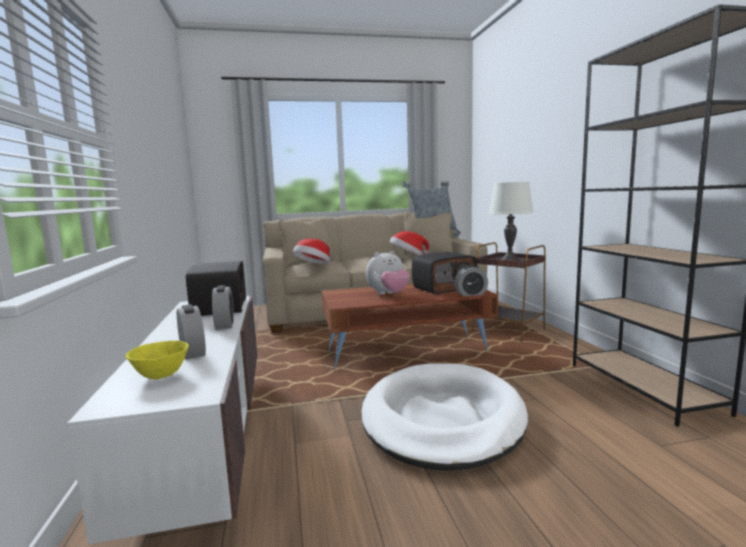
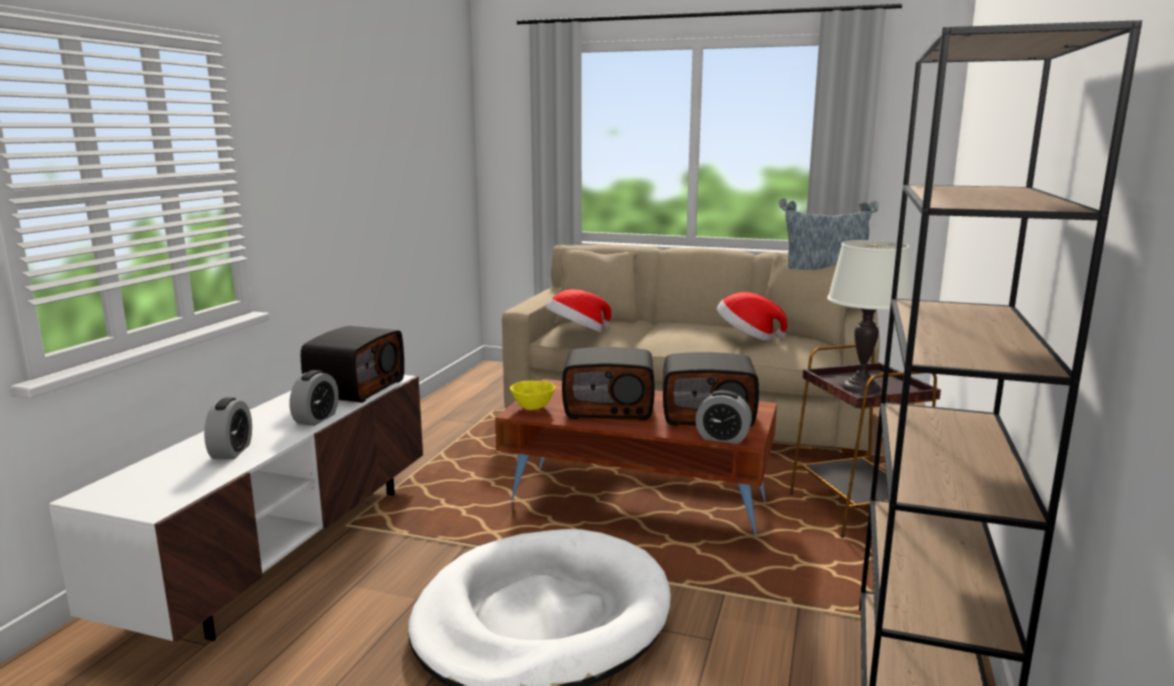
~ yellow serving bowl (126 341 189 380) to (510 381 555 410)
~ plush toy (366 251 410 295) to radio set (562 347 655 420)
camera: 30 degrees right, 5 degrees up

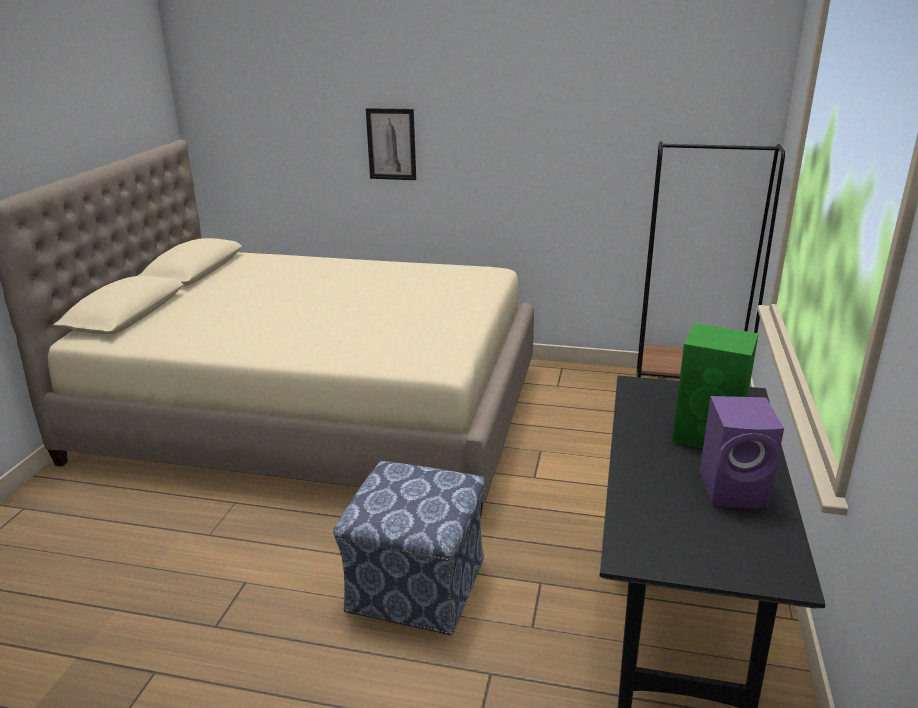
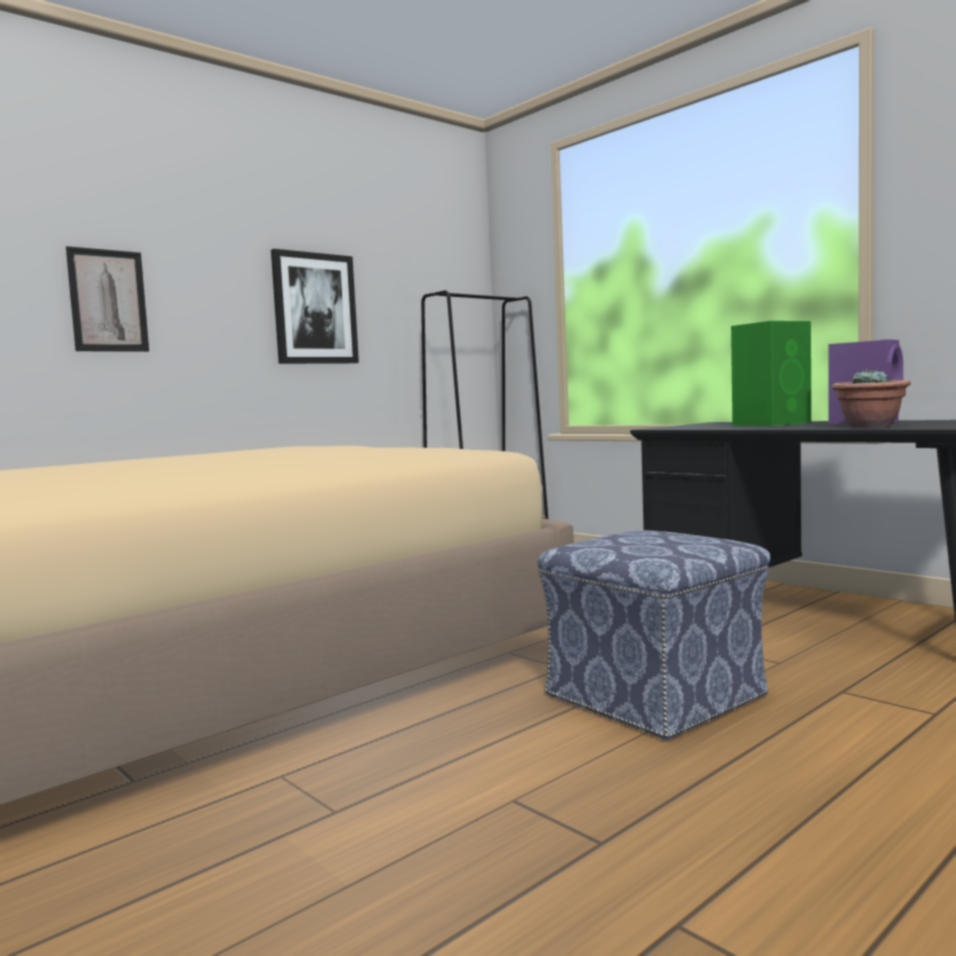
+ wall art (271 249 359 364)
+ houseplant (832 368 911 428)
camera: 55 degrees left, 20 degrees down

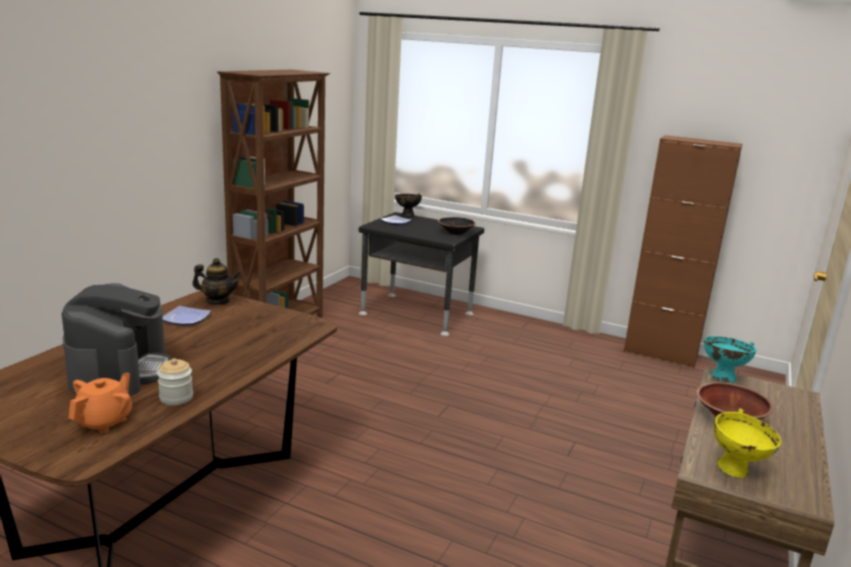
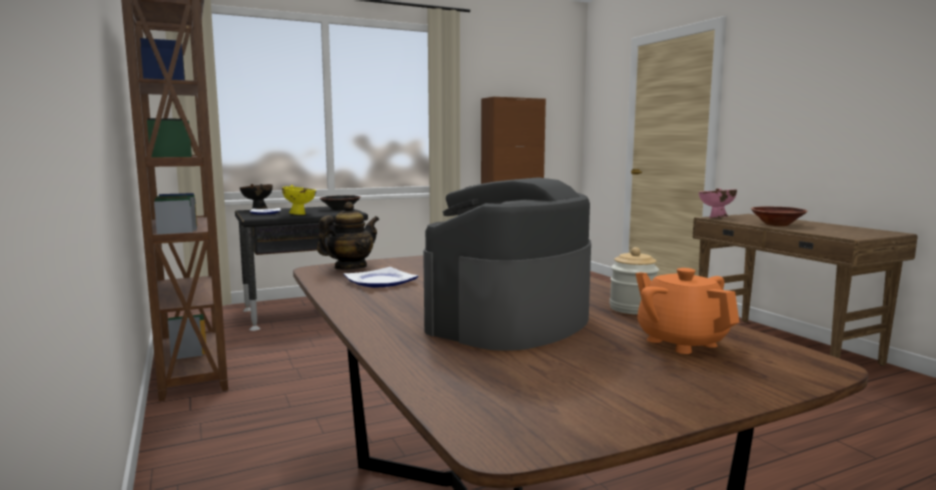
~ yellow serving bowl (714 409 781 478) to (282 185 316 215)
~ coffee brewer (62 283 171 396) = (423 177 591 351) 90 degrees counterclockwise
~ blue-green serving bowl (704 336 756 383) to pink-coloured serving bowl (698 188 737 218)
camera: 50 degrees left, 10 degrees down

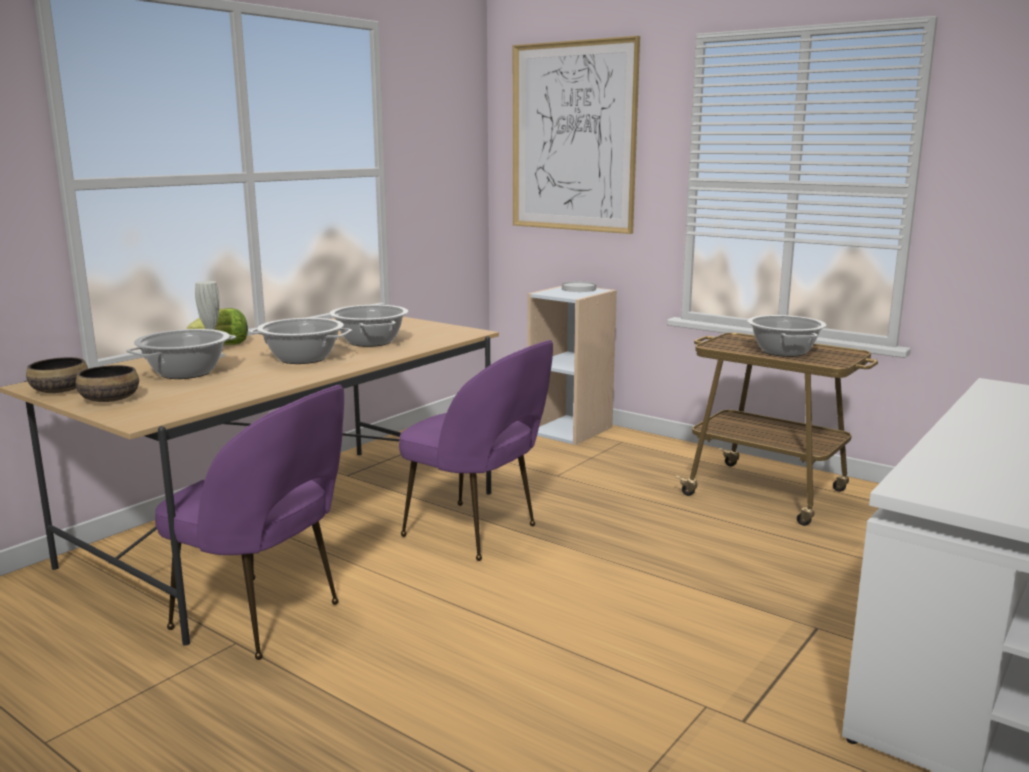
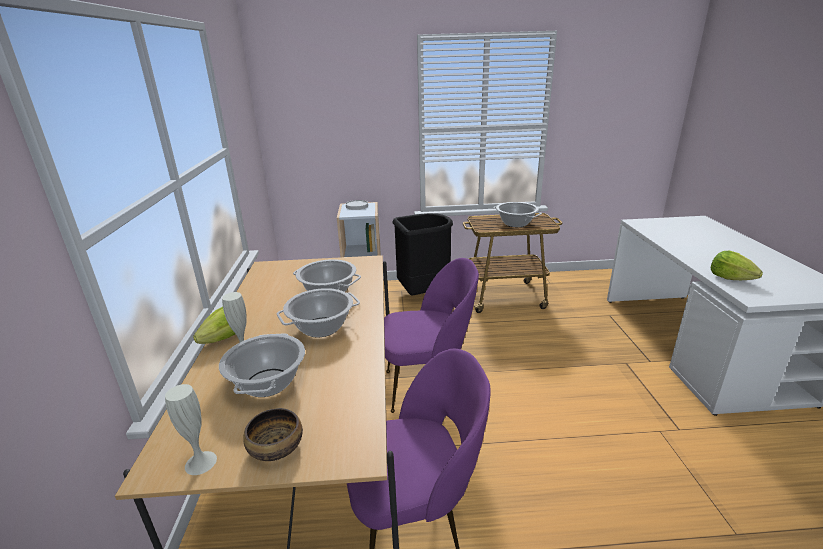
~ serving bowl (26 357 88 393) to whitish decorative vase (165 384 217 475)
+ black-coloured trash can (392 213 453 296)
+ head of lettuce (711 251 763 280)
- wall art (513 36 640 234)
camera: 40 degrees left, 10 degrees up

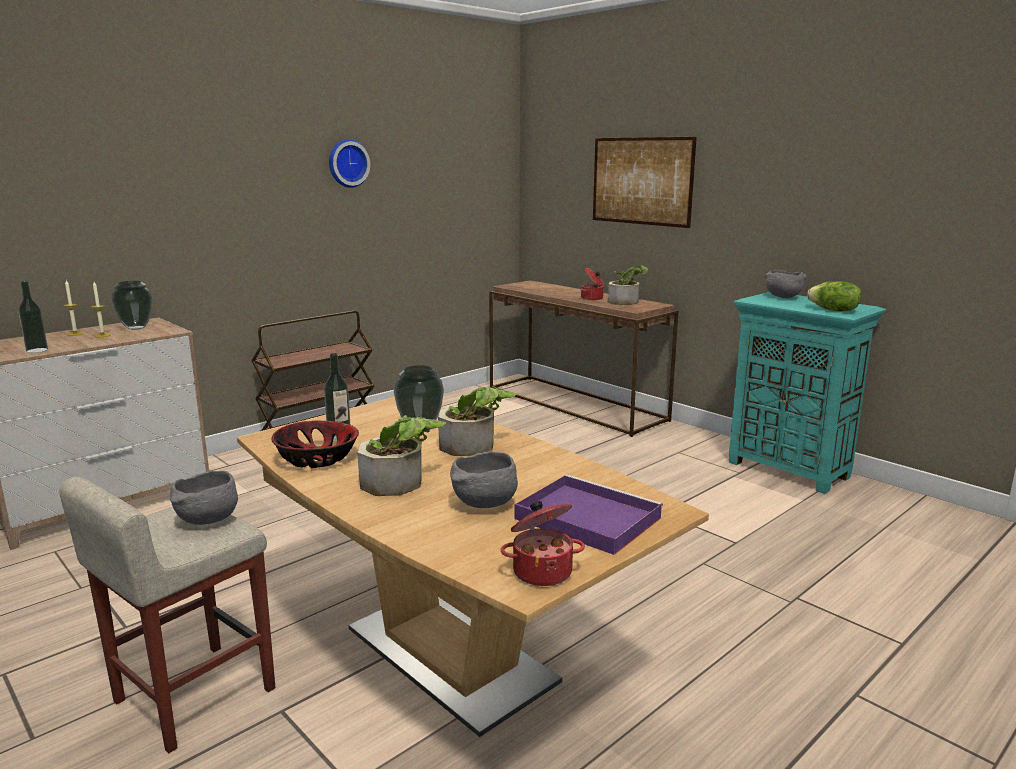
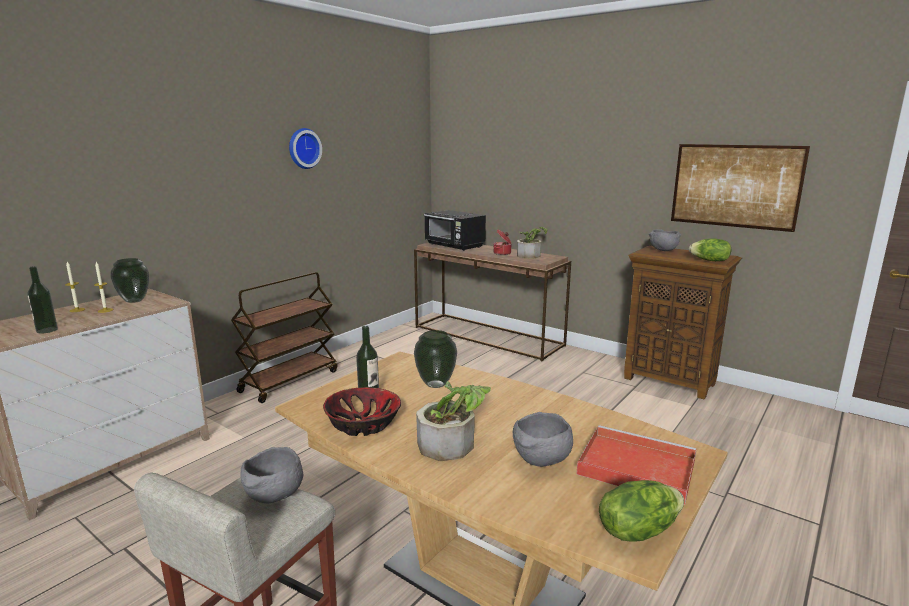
+ black-coloured kitchen microwave (424 210 486 251)
~ purple-coloured carrying tray (514 474 663 555) to red carrying tray (577 425 696 505)
~ saucepot (500 501 585 586) to head of lettuce (599 480 684 542)
~ blue-green cabinet (729 292 886 494) to brown-coloured cabinet (624 246 742 399)
~ wall art (593 137 697 228) to (671 144 810 232)
- houseplant (438 387 517 456)
camera: 10 degrees left, 0 degrees up

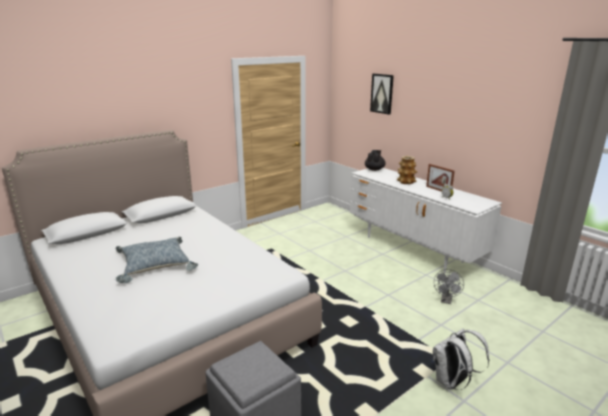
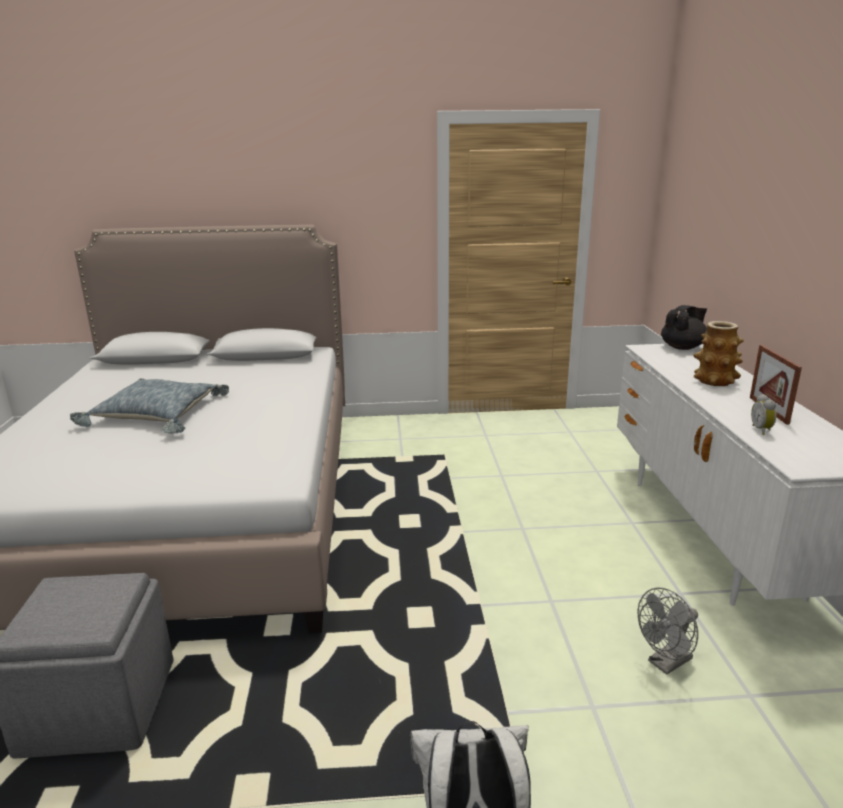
- wall art (370 74 394 115)
camera: 35 degrees right, 0 degrees up

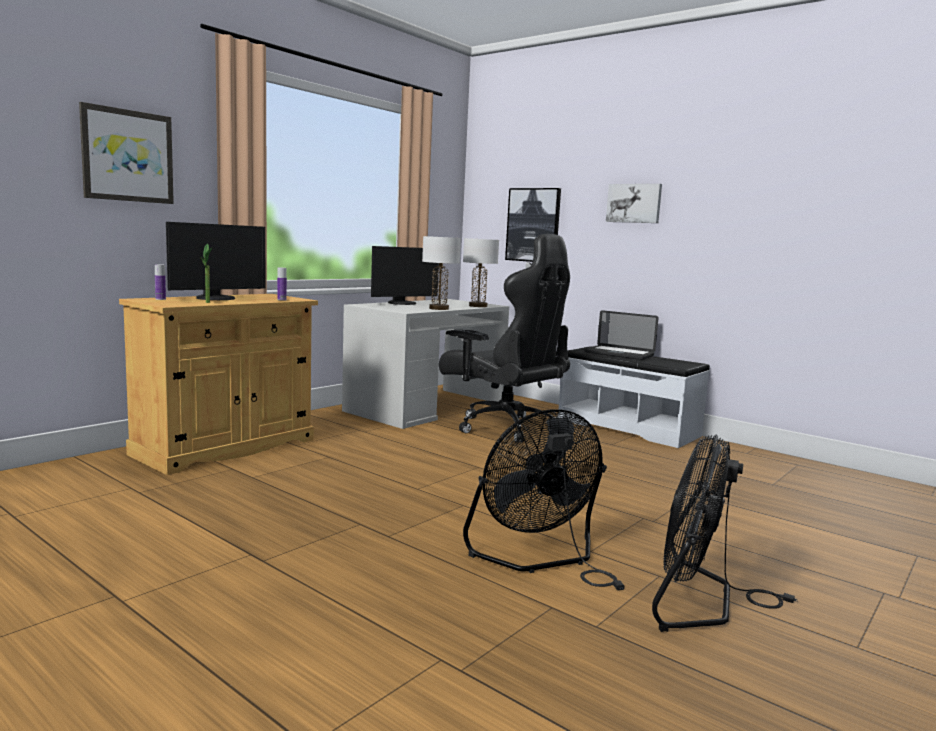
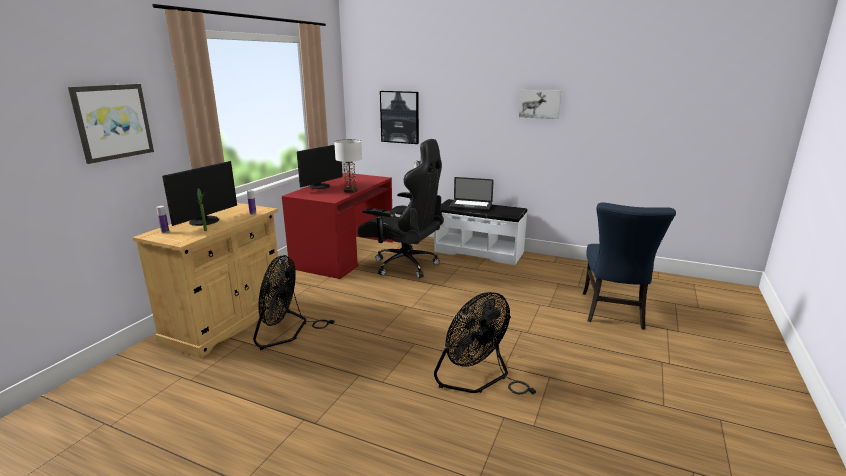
~ black-coloured fan (652 435 798 632) to (253 255 335 350)
~ whitish desk (342 299 509 429) to red desk (282 173 393 279)
~ wall art (606 184 662 223) to (519 90 561 119)
+ blue-coloured upright chair (583 202 676 330)
- table lamp (463 238 499 307)
camera: 15 degrees left, 10 degrees up

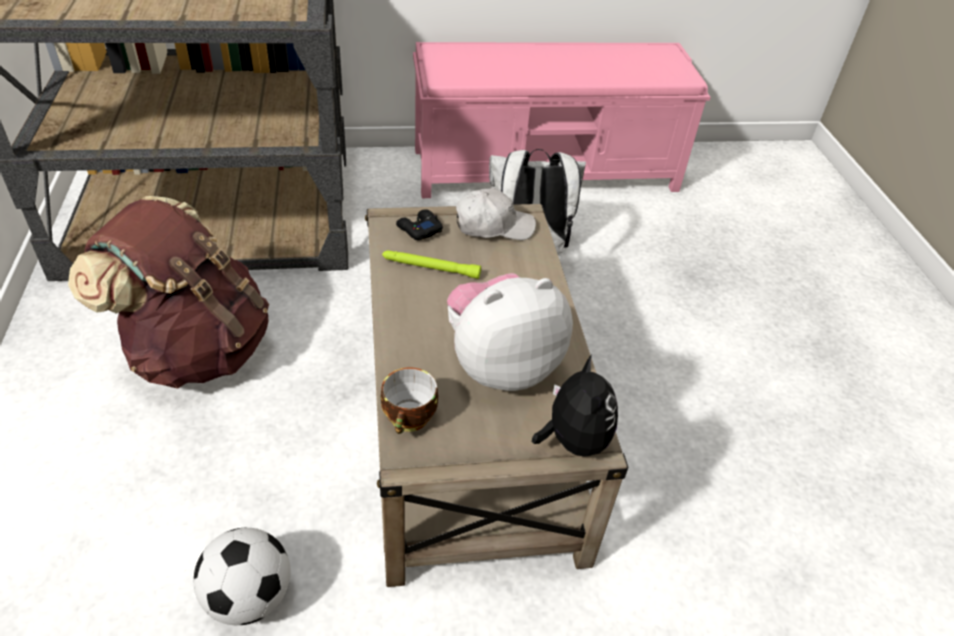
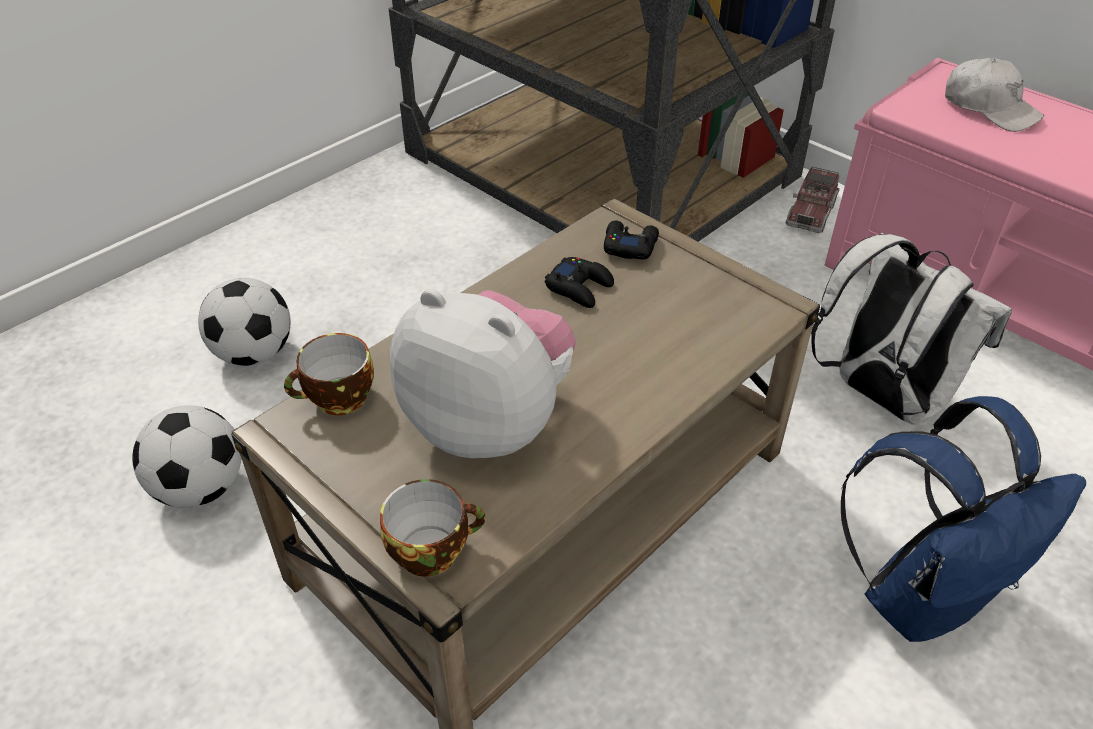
+ football (198 278 291 366)
~ plush toy (532 354 618 457) to small cup (380 479 485 577)
~ green-coloured flashlight (382 250 481 279) to black-coloured joypad (545 257 614 308)
+ toy lorry (786 167 840 233)
+ blue-coloured backpack (841 396 1086 642)
~ whitish baseball cap (456 188 536 240) to (945 58 1044 132)
- brown-coloured backpack (68 196 269 388)
camera: 55 degrees right, 0 degrees up

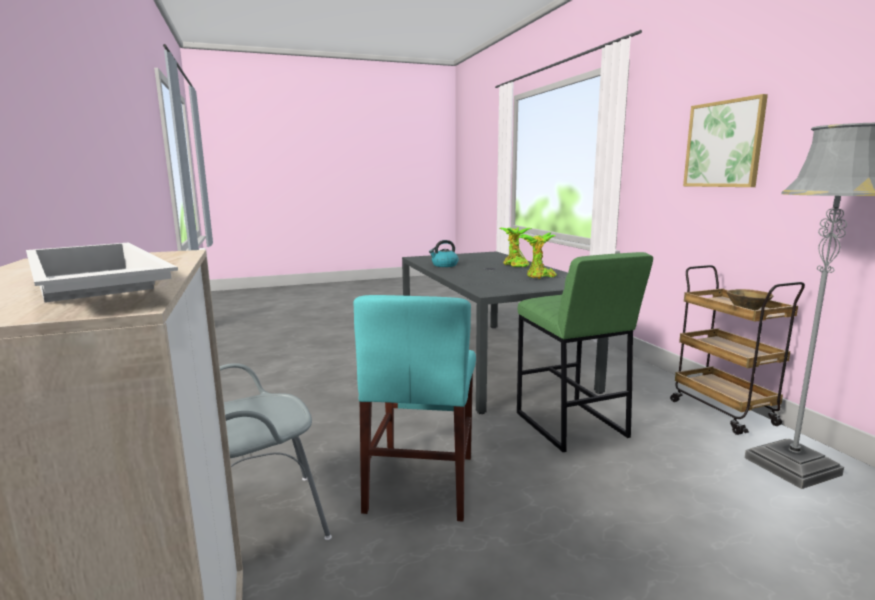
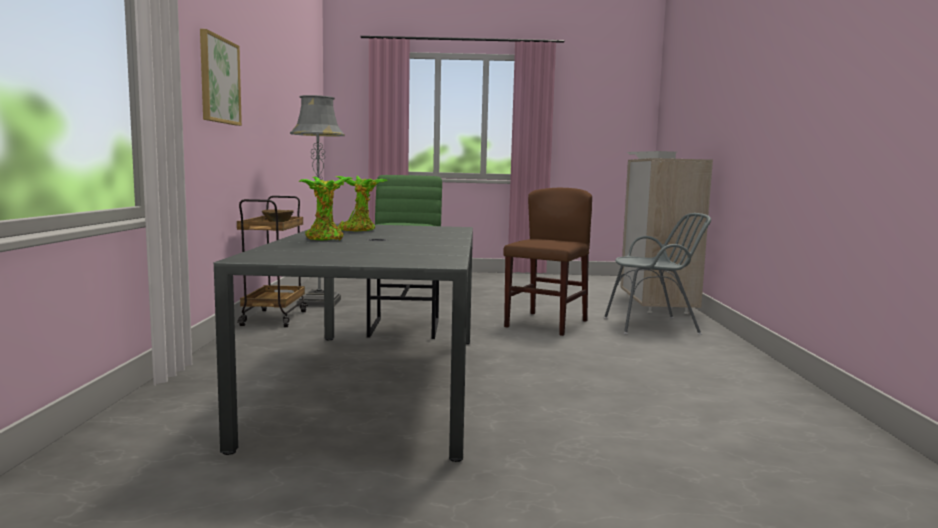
~ blue-green upright chair (354 295 476 522) to brown-coloured upright chair (503 188 592 336)
- kettle (429 240 458 267)
camera: 160 degrees left, 5 degrees down

